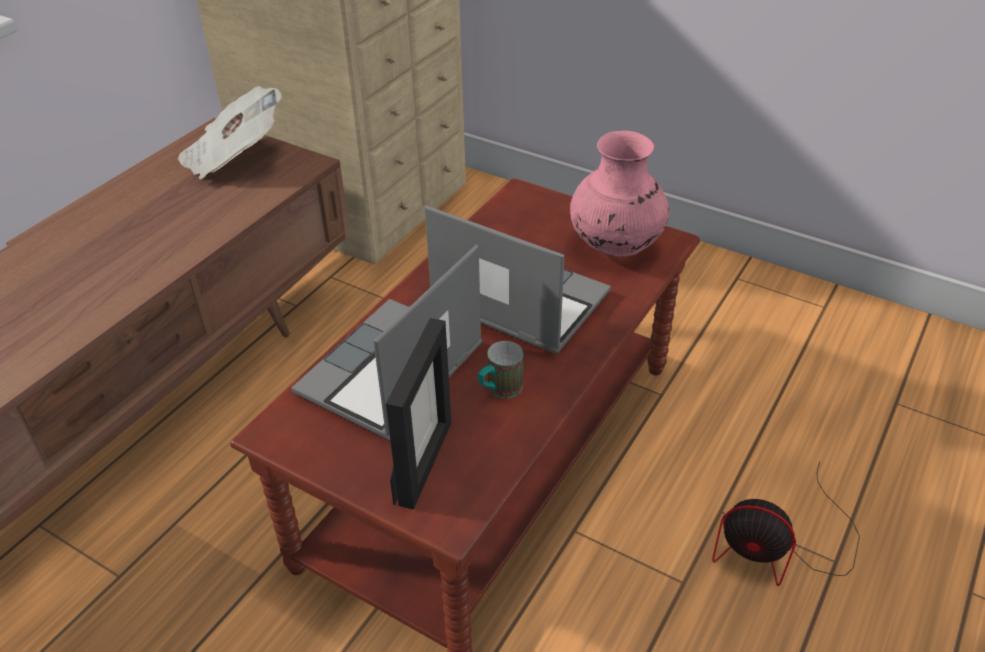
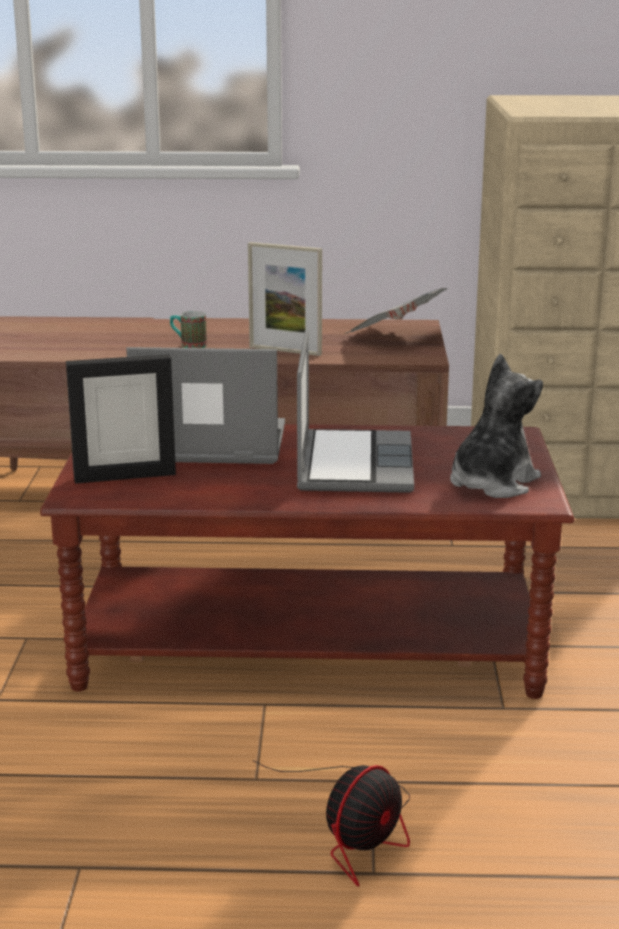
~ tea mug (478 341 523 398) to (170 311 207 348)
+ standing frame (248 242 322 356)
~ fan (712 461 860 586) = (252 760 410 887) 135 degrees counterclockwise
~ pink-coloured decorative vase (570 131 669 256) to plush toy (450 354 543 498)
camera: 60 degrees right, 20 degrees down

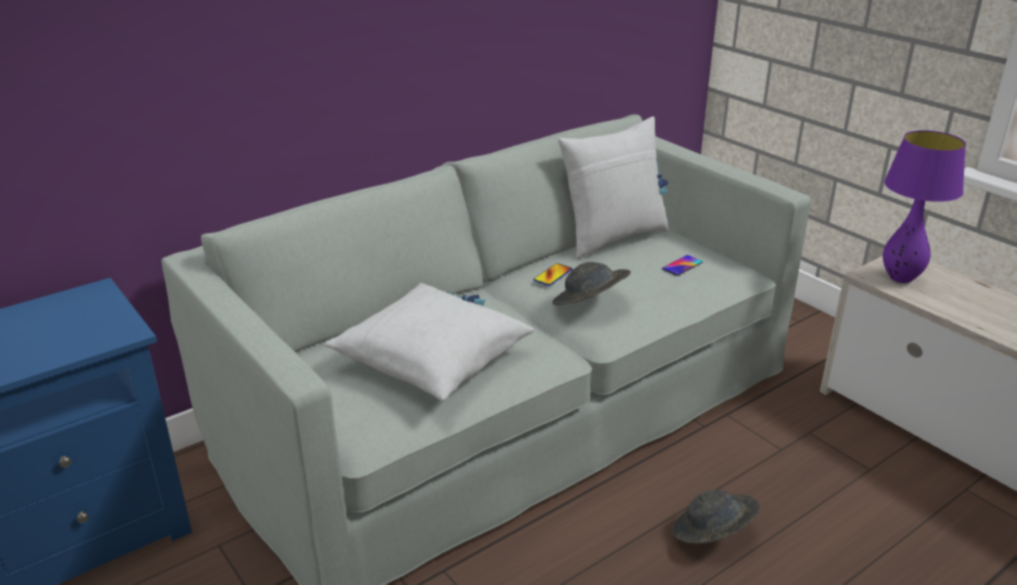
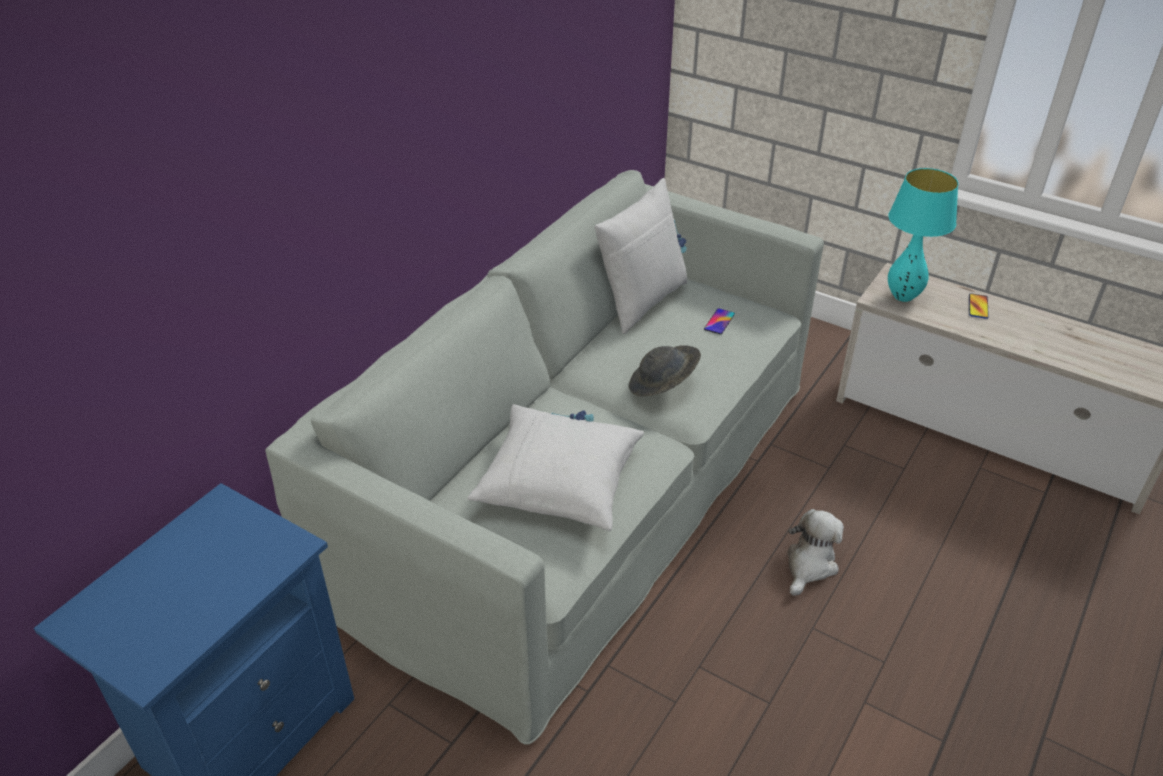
~ gray hat (672 490 760 544) to plush toy (787 509 844 596)
~ purple-coloured table lamp (883 130 966 283) to blue-green table lamp (888 168 958 302)
~ phone (534 263 572 286) to (969 293 989 319)
camera: 20 degrees left, 10 degrees up

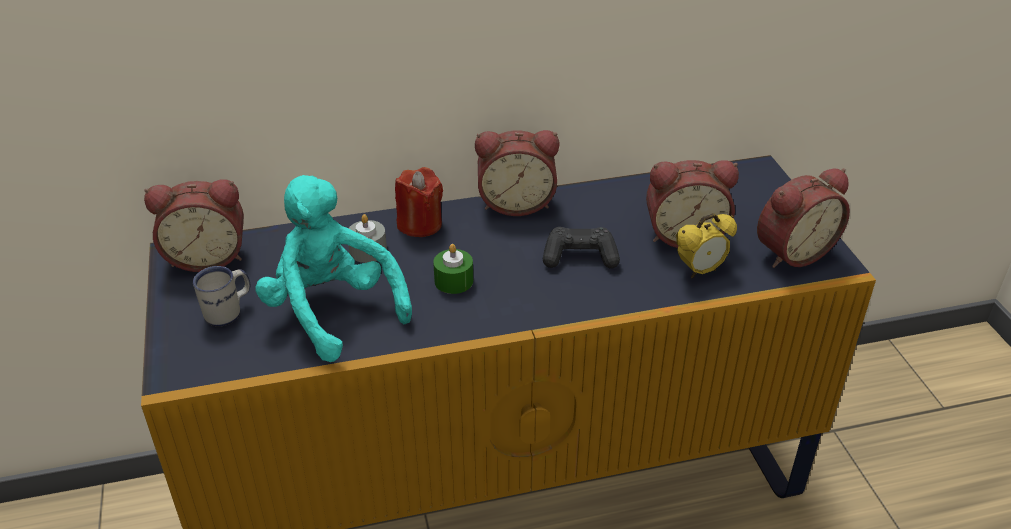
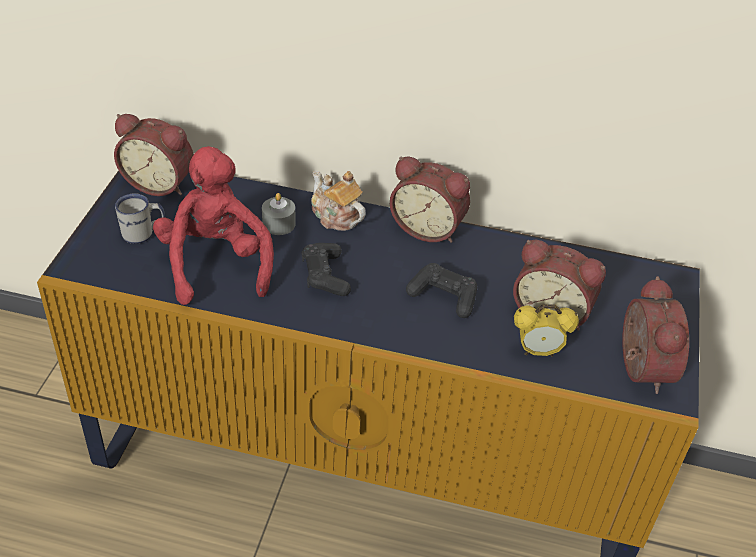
~ blue-green plush toy (255 175 412 362) to red plush toy (153 146 274 305)
~ green-coloured candle (433 244 473 294) to black-coloured joypad (302 243 351 296)
~ red candle (395 167 443 237) to teapot (311 171 366 231)
~ table clock (757 168 850 268) = (622 276 689 394) 90 degrees counterclockwise
camera: 25 degrees right, 5 degrees up

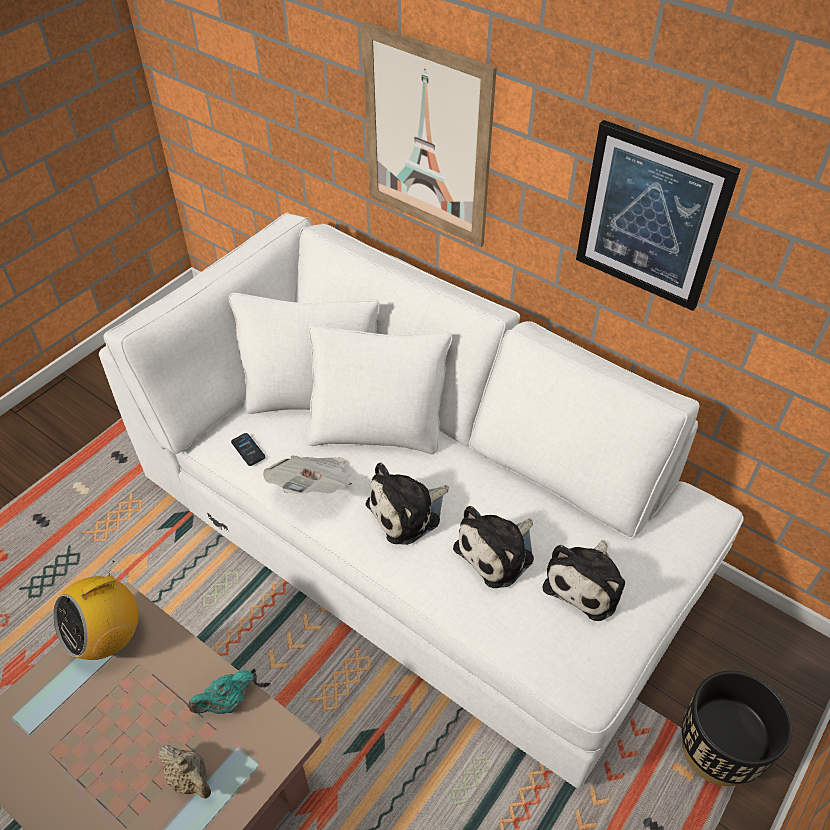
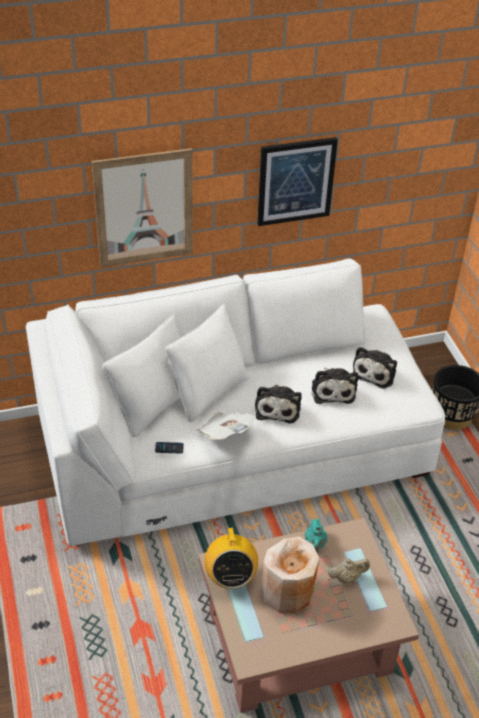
+ beige decorative vase (261 537 320 613)
~ plush toy (542 540 625 621) = (352 347 397 389) 45 degrees clockwise
camera: 55 degrees left, 5 degrees down

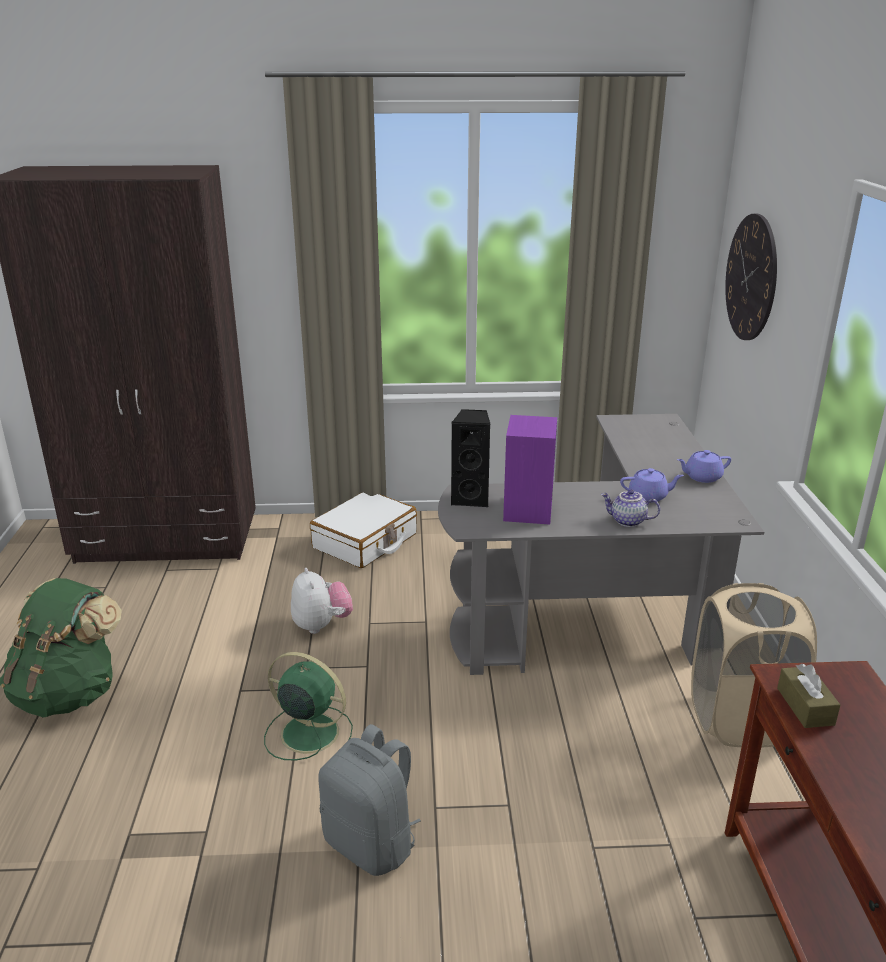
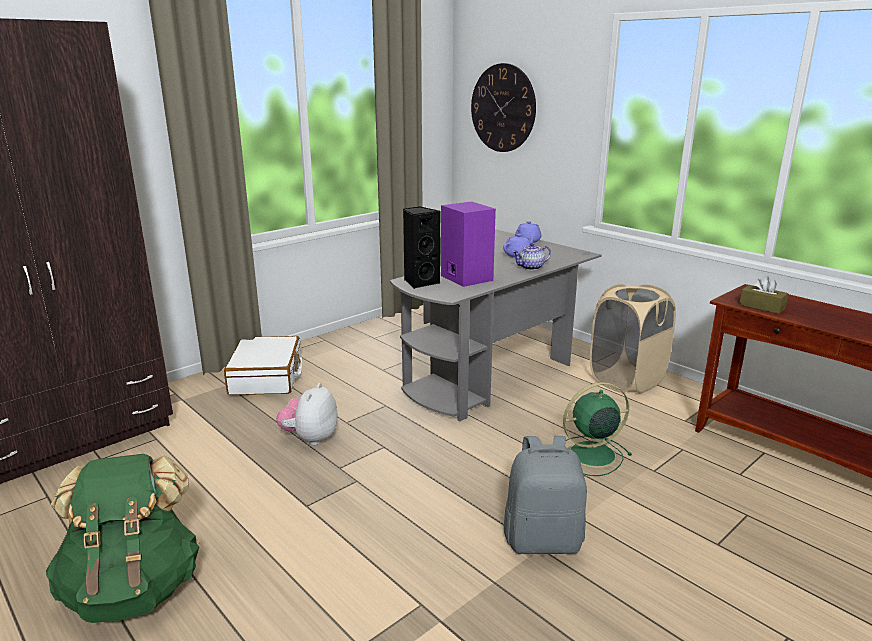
~ plush toy (291 568 353 634) = (276 383 337 445) 105 degrees counterclockwise
~ green-coloured fan (264 652 353 760) to (563 382 632 476)
camera: 40 degrees left, 5 degrees down

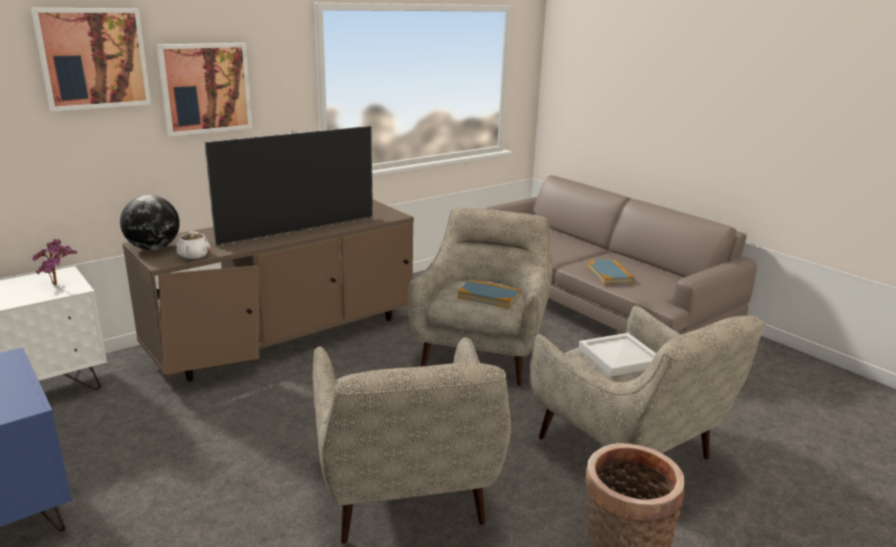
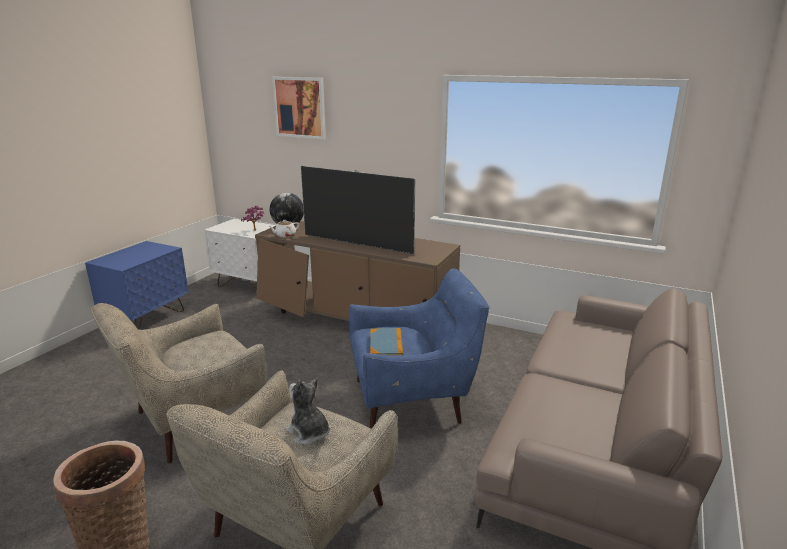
~ whitish carrying tray (578 333 656 377) to plush toy (285 377 330 445)
~ beige easy chair (408 208 553 386) to blue-coloured easy chair (349 268 489 429)
- wall art (157 43 252 136)
- book (587 259 634 285)
camera: 65 degrees right, 0 degrees up

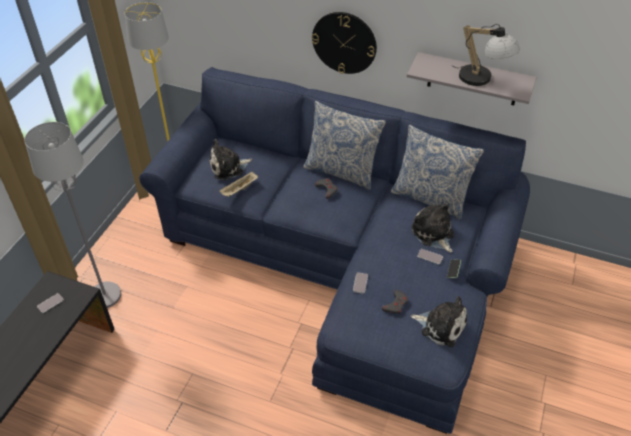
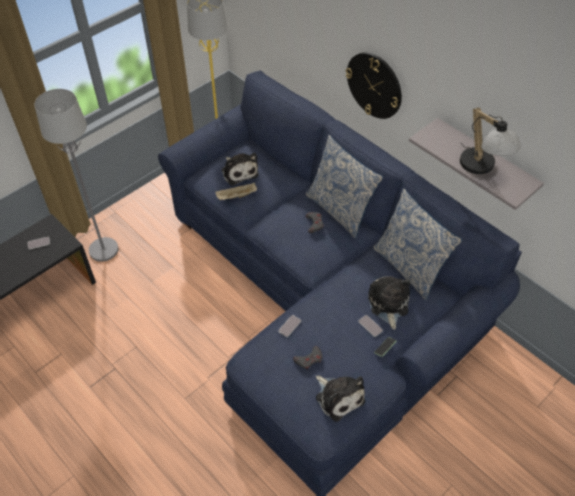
~ plush toy (209 139 252 180) = (221 153 259 186) 120 degrees counterclockwise
camera: 25 degrees right, 5 degrees up

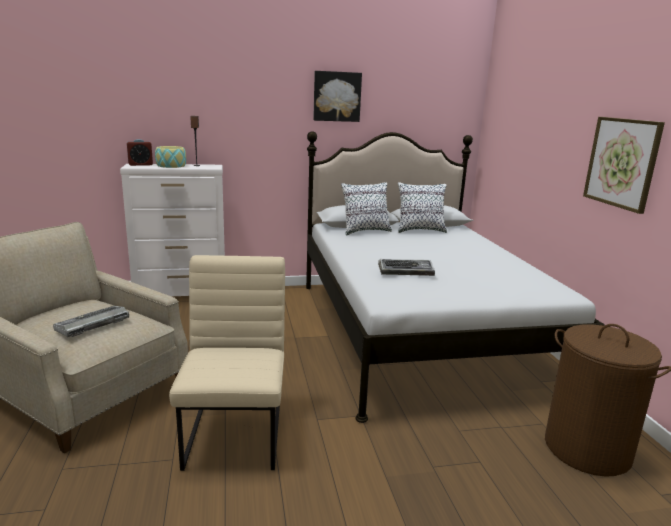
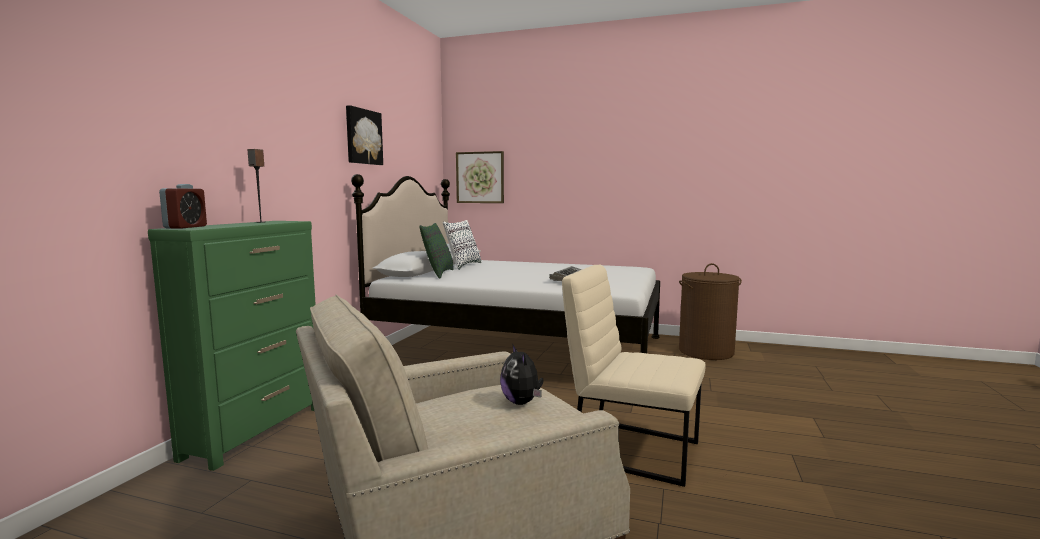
~ whitish chest of drawers (120 164 225 296) to green-coloured chest of drawers (148 221 316 471)
~ whitish cushion (341 182 392 236) to green-coloured cushion (419 223 454 279)
~ wall art (583 117 665 214) to (456 151 504 203)
~ keyboard (53 306 129 337) to plush toy (500 344 543 405)
- serving bowl (155 146 186 168)
camera: 60 degrees left, 10 degrees down

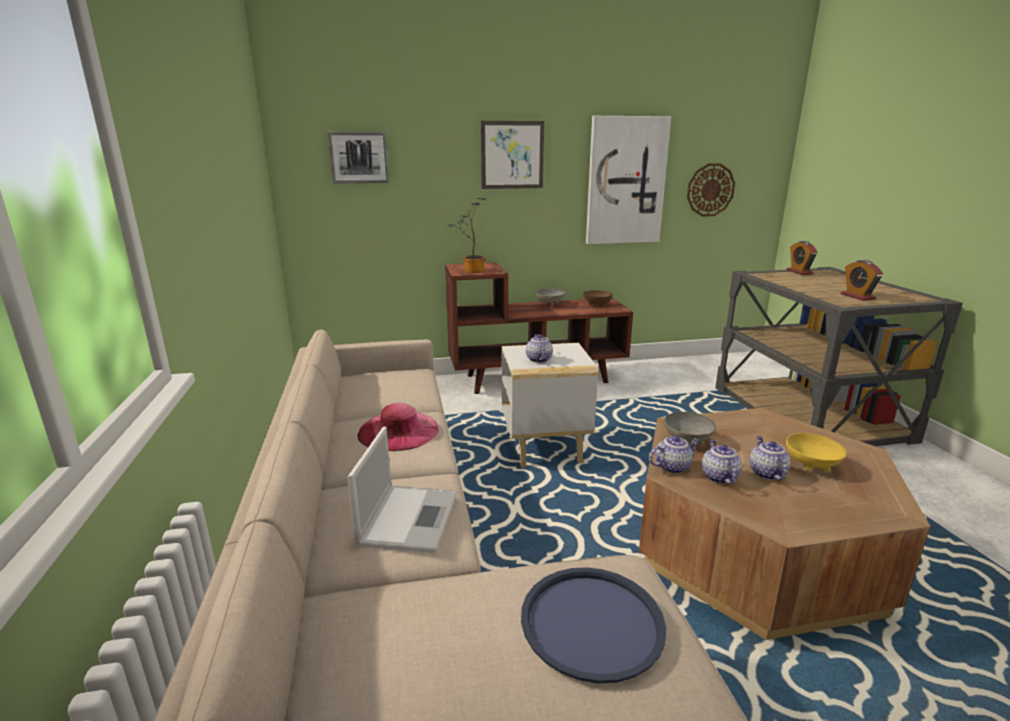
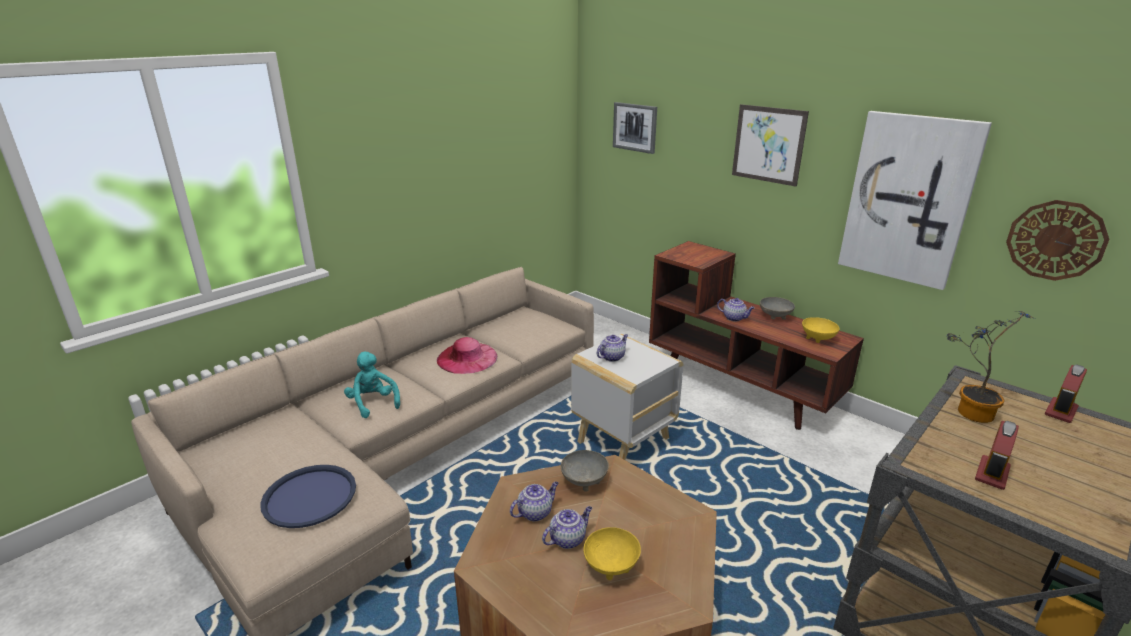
~ notebook computer (348 426 457 553) to blue-green plush toy (344 351 400 418)
~ teapot (649 436 700 474) to (717 298 755 322)
~ brown-coloured serving bowl (583 290 613 308) to yellow serving bowl (802 317 840 343)
~ houseplant (447 198 486 273) to (947 311 1035 423)
camera: 55 degrees right, 5 degrees up

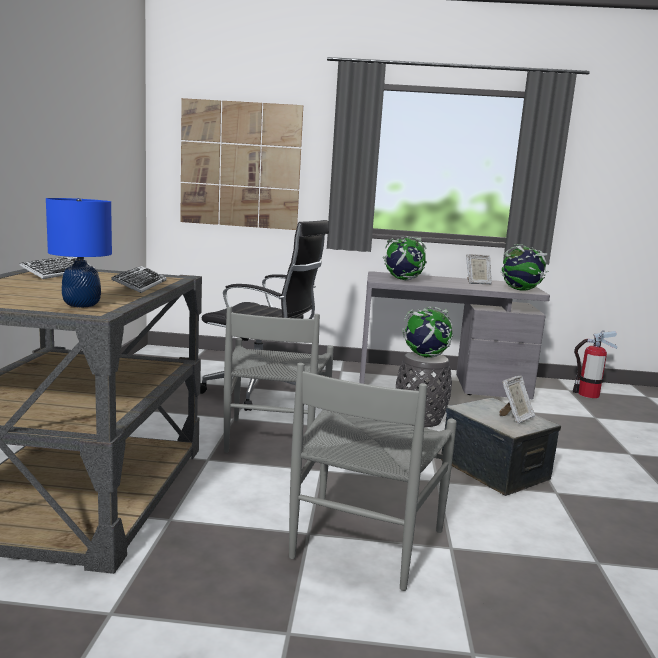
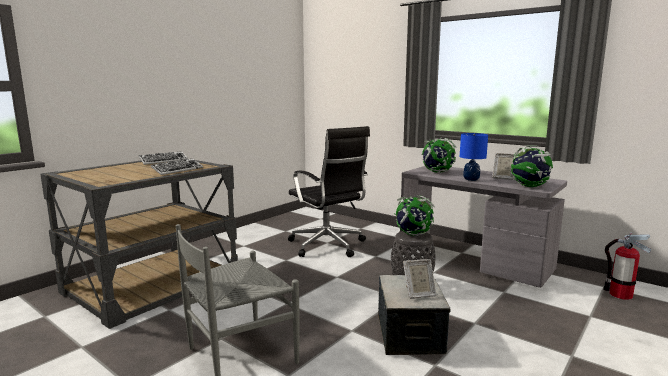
~ blue-coloured table lamp (46 198 112 308) to (460 133 488 181)
- wall art (180 98 303 230)
- gray upright chair (224 307 334 453)
camera: 35 degrees right, 0 degrees up

